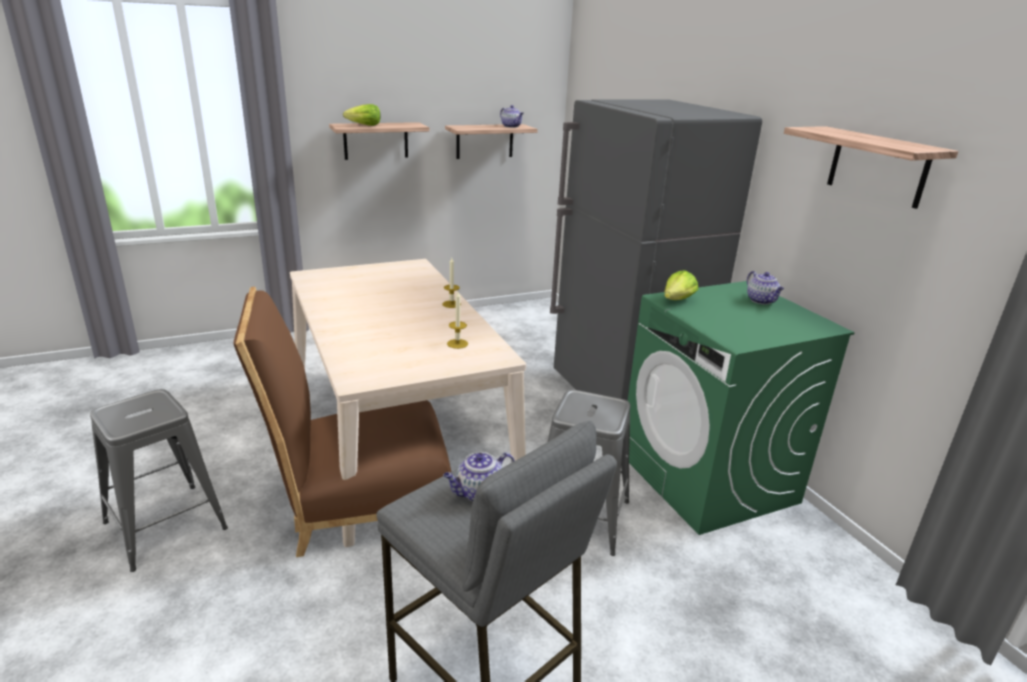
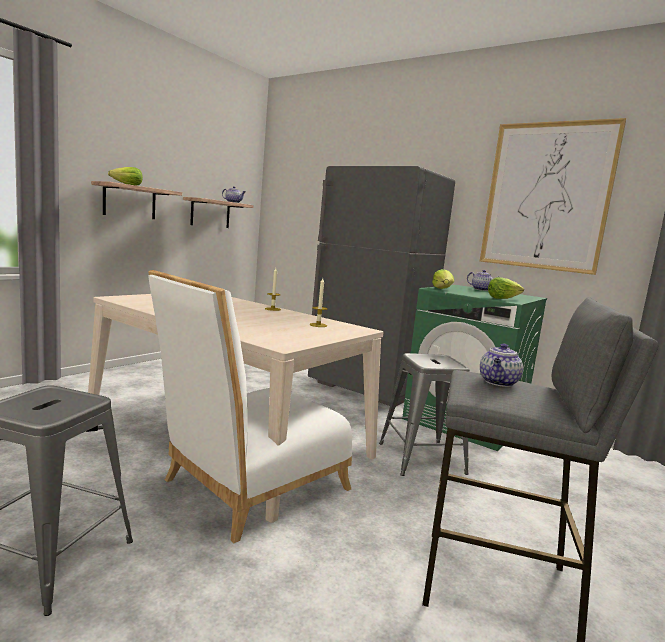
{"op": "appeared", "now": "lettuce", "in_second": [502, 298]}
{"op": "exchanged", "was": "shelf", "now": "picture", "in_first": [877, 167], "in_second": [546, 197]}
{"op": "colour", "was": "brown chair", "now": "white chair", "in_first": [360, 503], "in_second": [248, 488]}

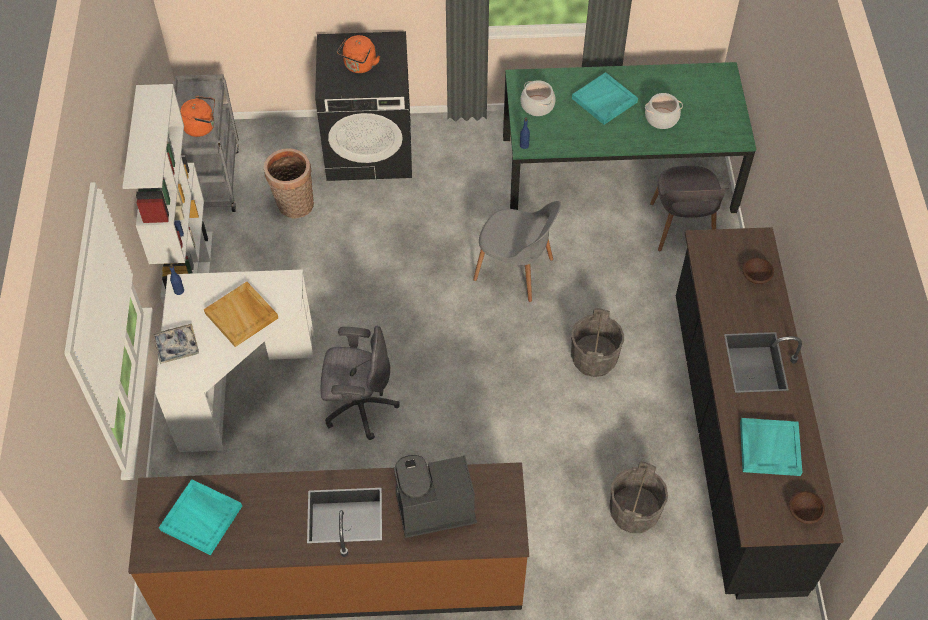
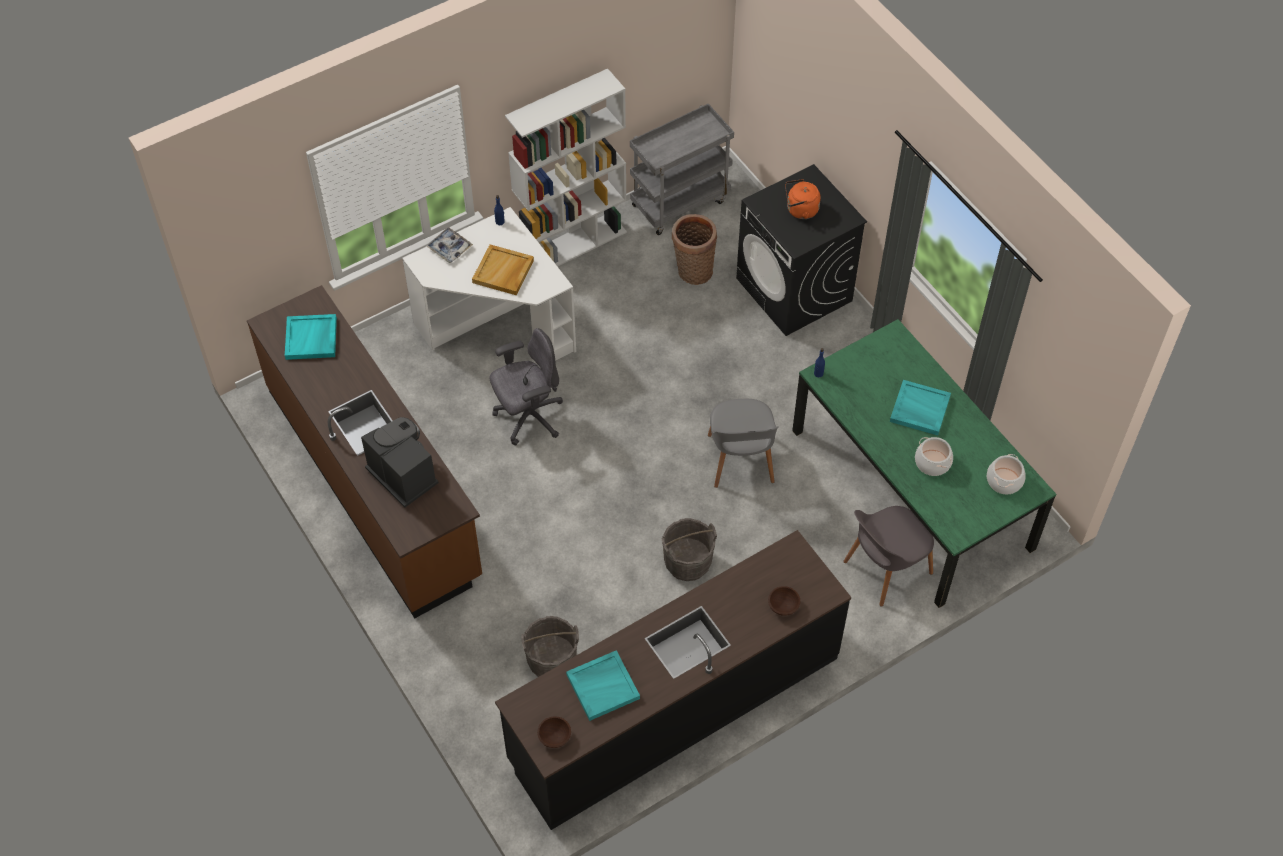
{"op": "missing", "was": "orange kettle", "in_first": [201, 127]}
{"op": "relocated", "was": "cooking pot", "in_first": [537, 106], "in_second": [1004, 481]}
{"op": "spun", "was": "grey office chair", "in_first": [359, 406], "in_second": [528, 417], "clockwise": -90}

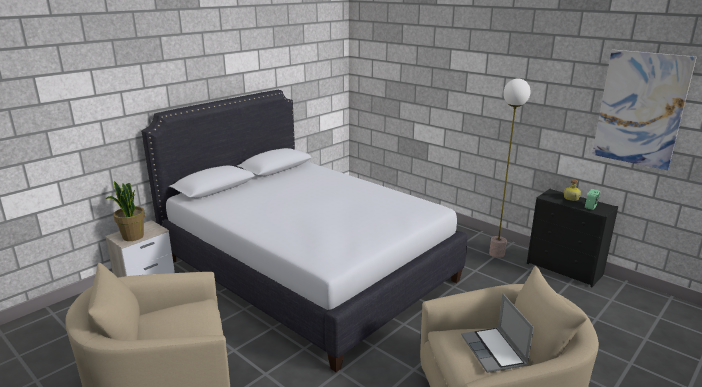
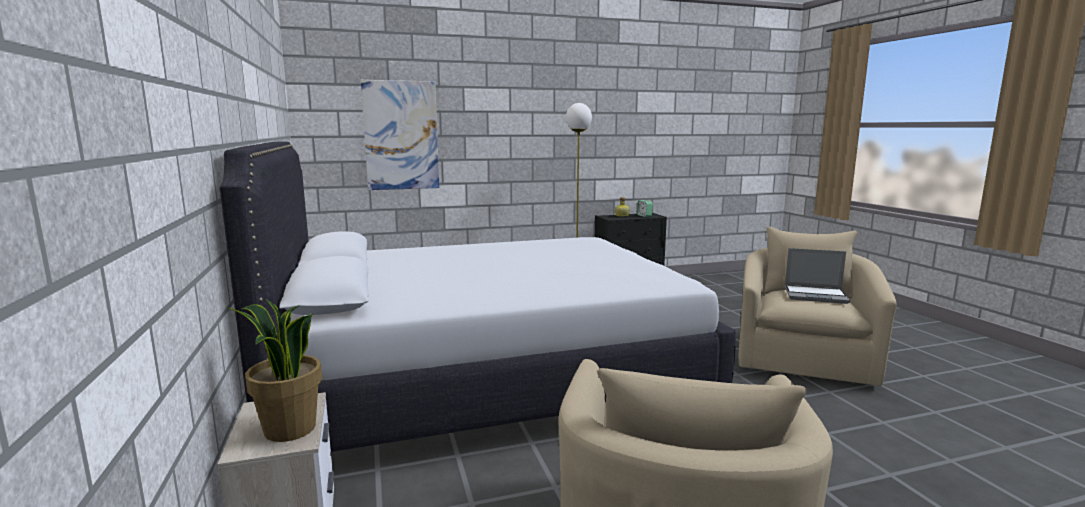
{"op": "relocated", "was": "picture", "in_first": [640, 109], "in_second": [401, 135]}

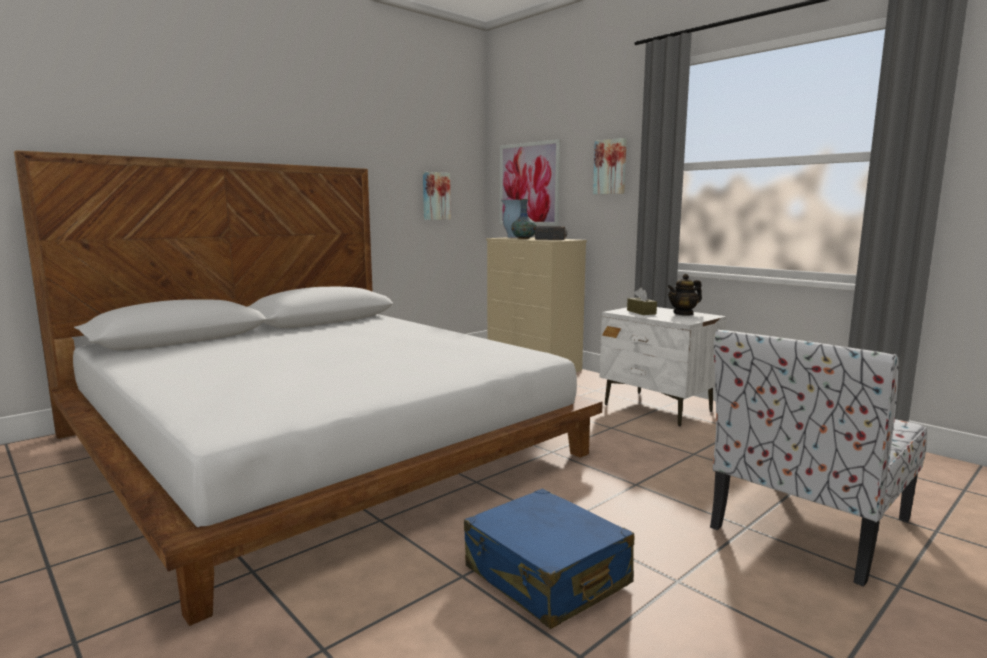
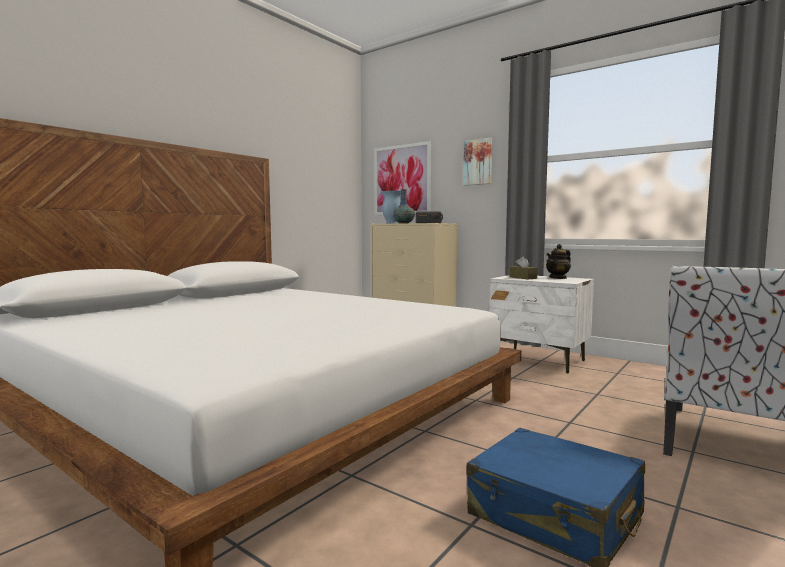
{"op": "missing", "was": "picture", "in_first": [435, 196]}

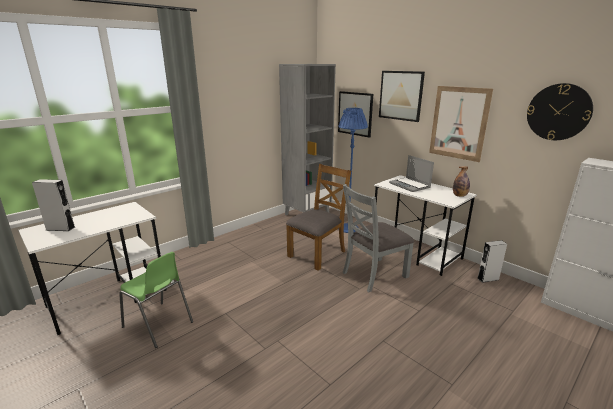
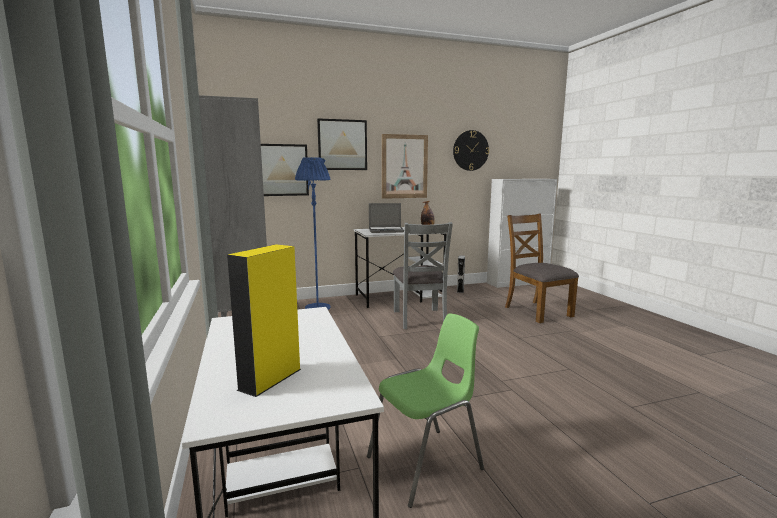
{"op": "relocated", "was": "brown chair", "in_first": [317, 254], "in_second": [537, 311]}
{"op": "colour", "was": "grey speaker", "now": "yellow speaker", "in_first": [60, 228], "in_second": [270, 379]}

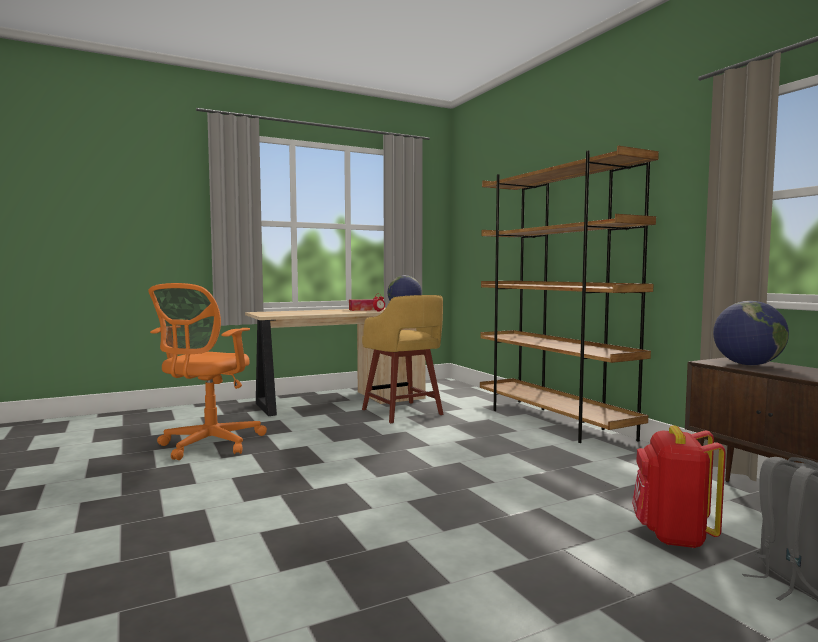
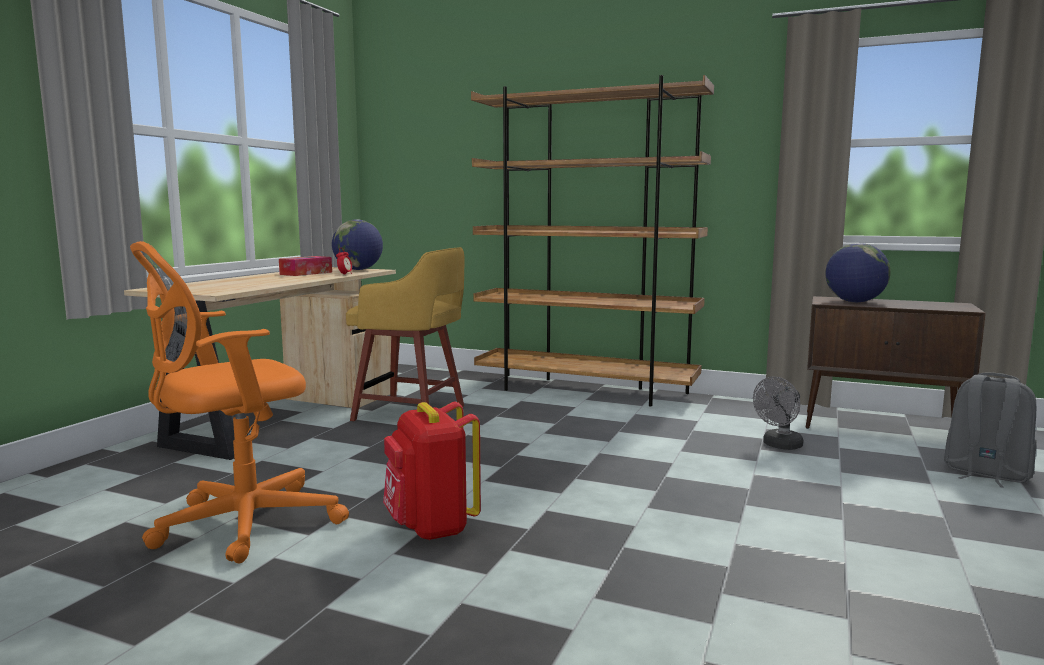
{"op": "appeared", "now": "grey fan", "in_second": [779, 446]}
{"op": "relocated", "was": "red backpack", "in_first": [673, 536], "in_second": [431, 528]}
{"op": "spun", "was": "orange office chair", "in_first": [208, 445], "in_second": [239, 525], "clockwise": 75}

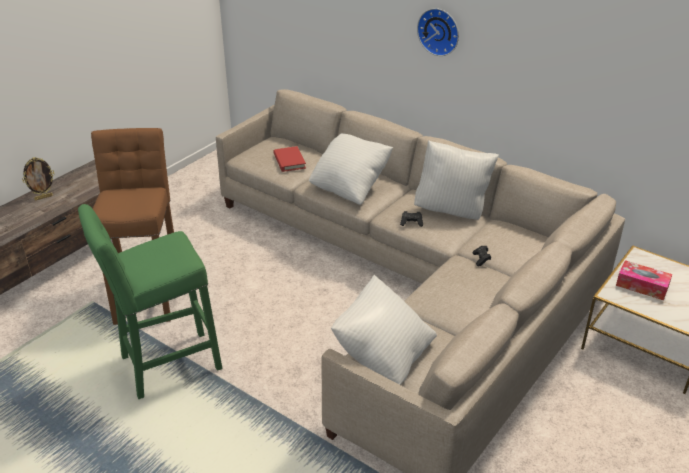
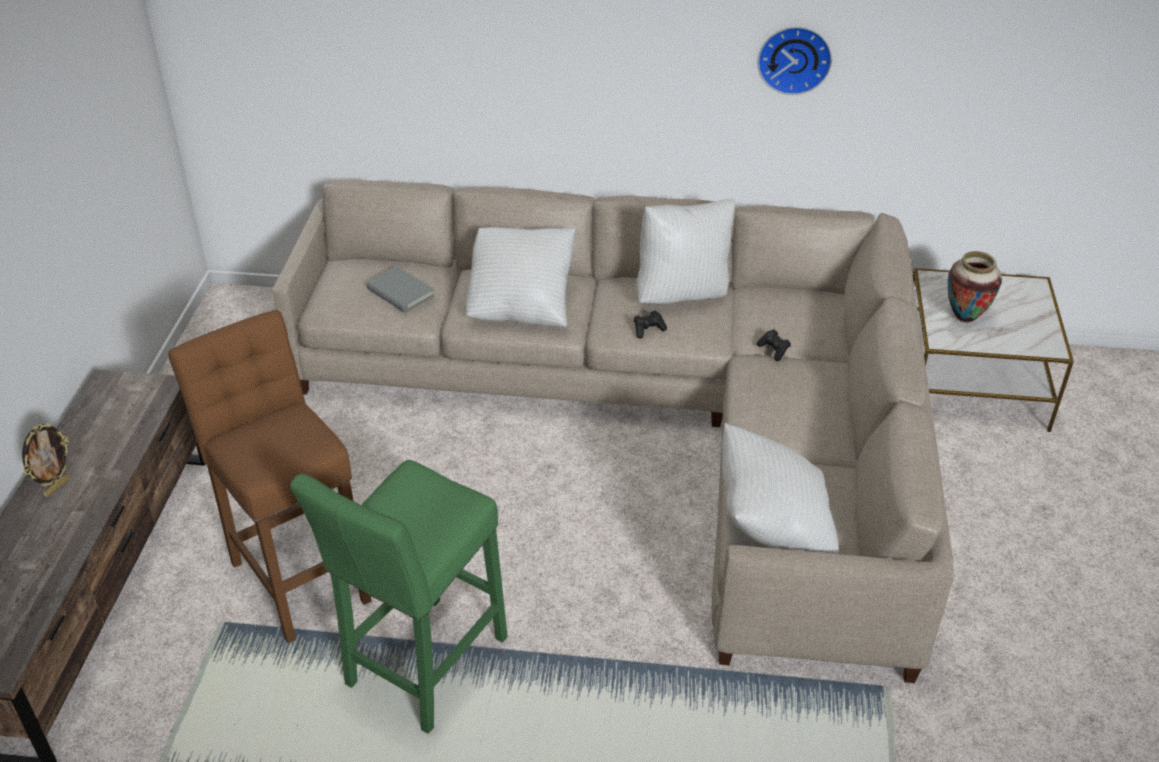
{"op": "relocated", "was": "wall clock", "in_first": [439, 31], "in_second": [794, 58]}
{"op": "exchanged", "was": "tissue box", "now": "vase", "in_first": [642, 286], "in_second": [964, 317]}
{"op": "colour", "was": "red book", "now": "grey book", "in_first": [289, 161], "in_second": [400, 293]}

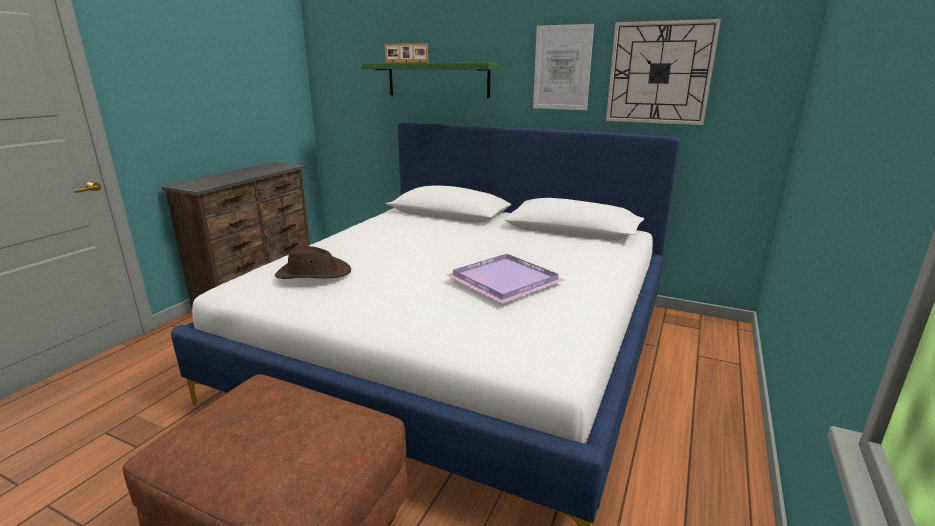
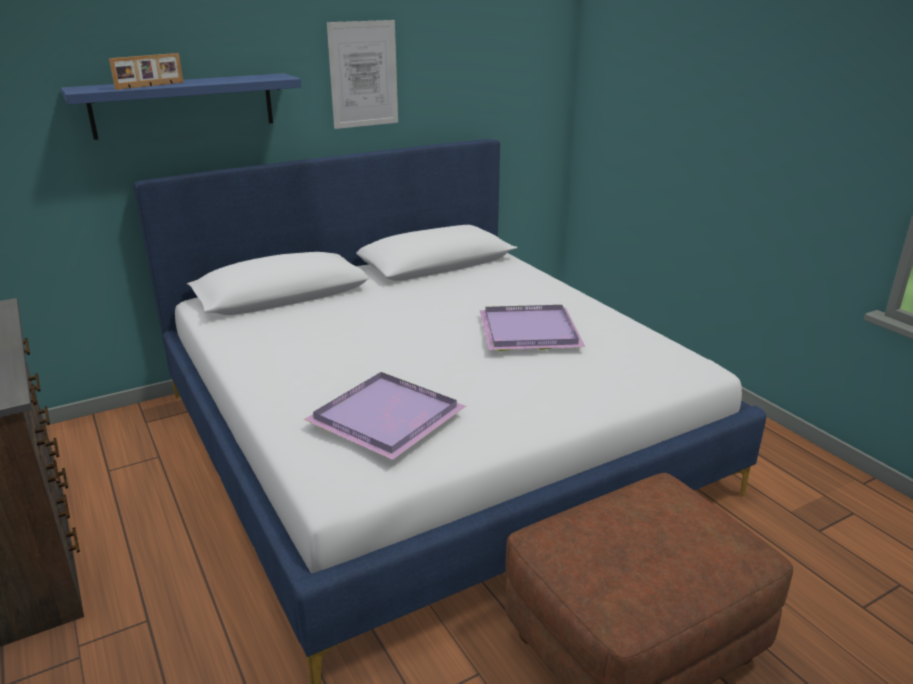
{"op": "missing", "was": "wall clock", "in_first": [659, 73]}
{"op": "exchanged", "was": "brown hat", "now": "purple tray", "in_first": [313, 273], "in_second": [383, 417]}
{"op": "colour", "was": "green shelf", "now": "blue shelf", "in_first": [437, 80], "in_second": [183, 105]}

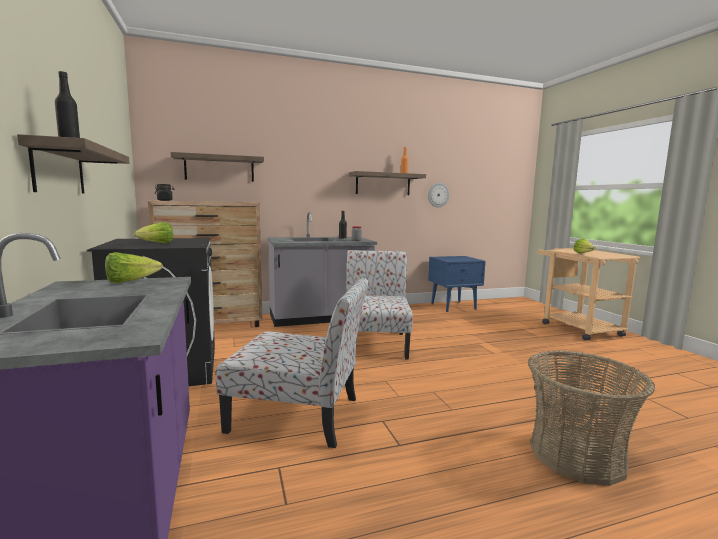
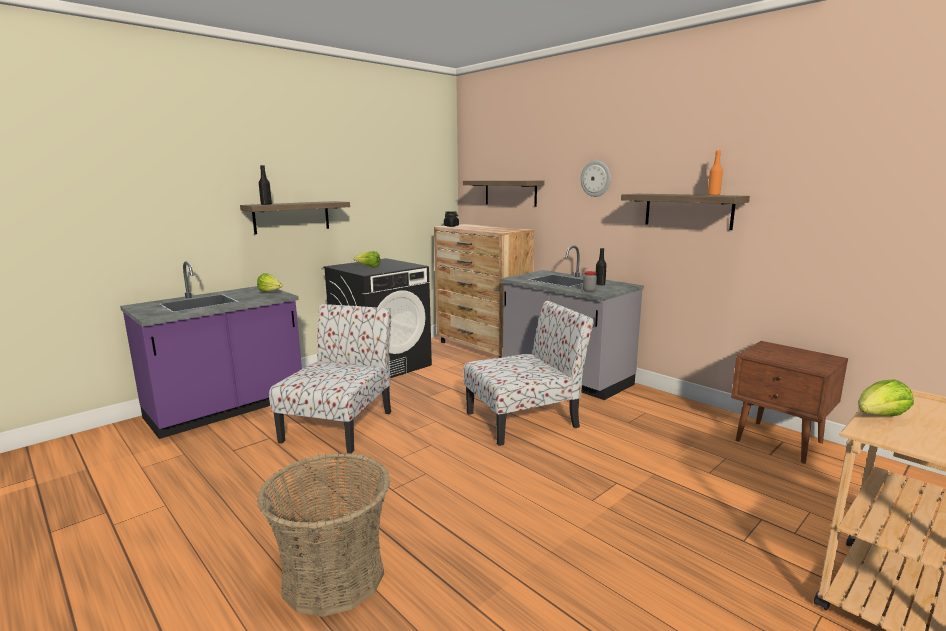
{"op": "relocated", "was": "wall clock", "in_first": [438, 195], "in_second": [596, 178]}
{"op": "colour", "was": "blue nightstand", "now": "brown nightstand", "in_first": [454, 306], "in_second": [780, 442]}
{"op": "spun", "was": "chair", "in_first": [298, 415], "in_second": [340, 425], "clockwise": -150}

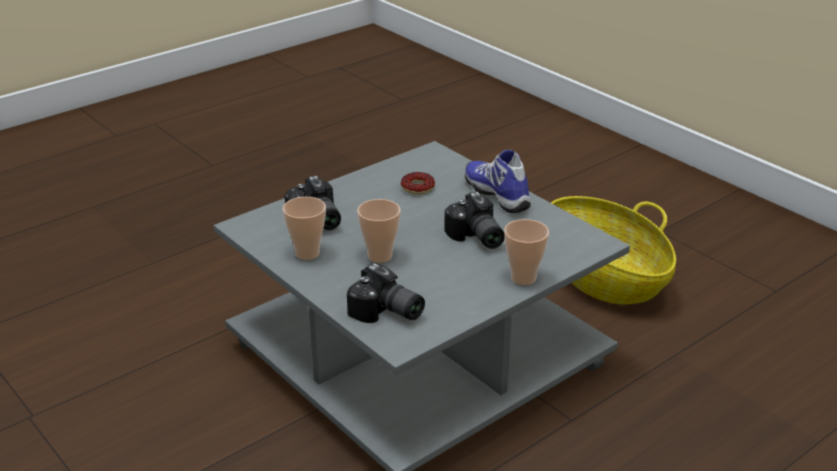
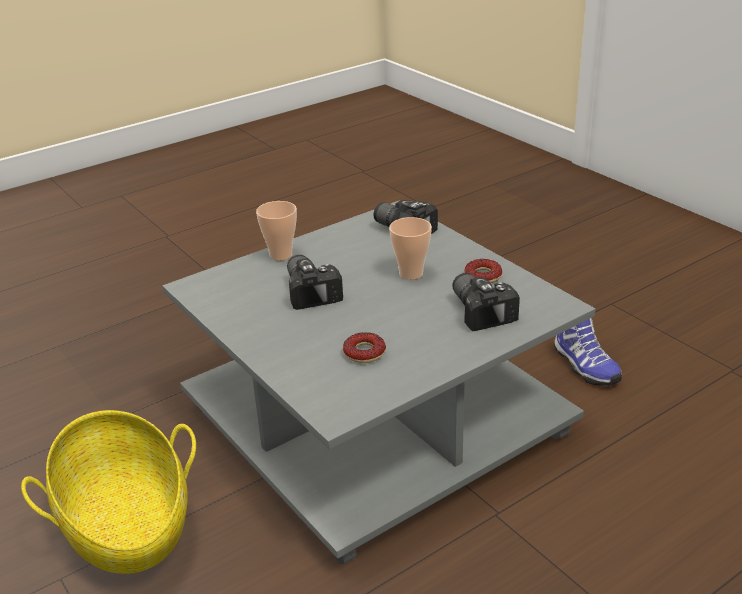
{"op": "relocated", "was": "shoe", "in_first": [498, 194], "in_second": [584, 366]}
{"op": "exchanged", "was": "cup", "now": "donut", "in_first": [307, 253], "in_second": [483, 276]}

